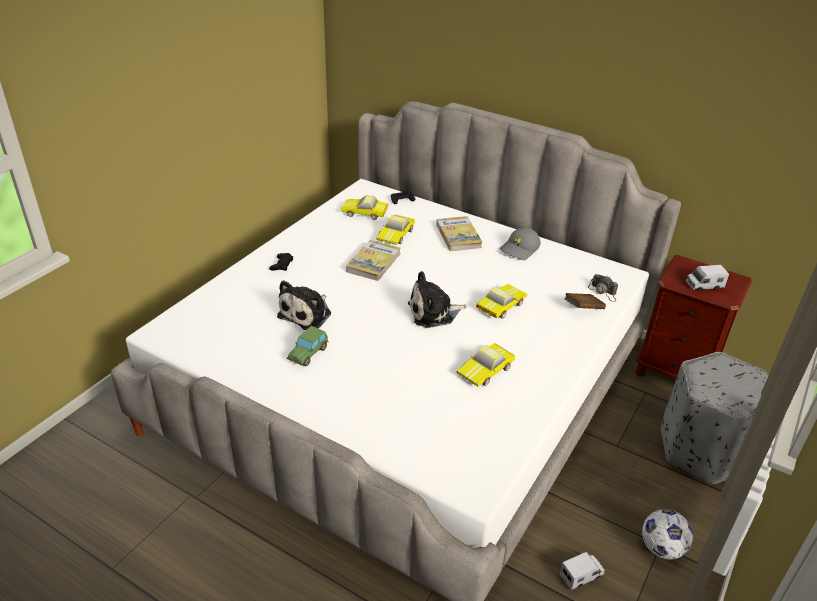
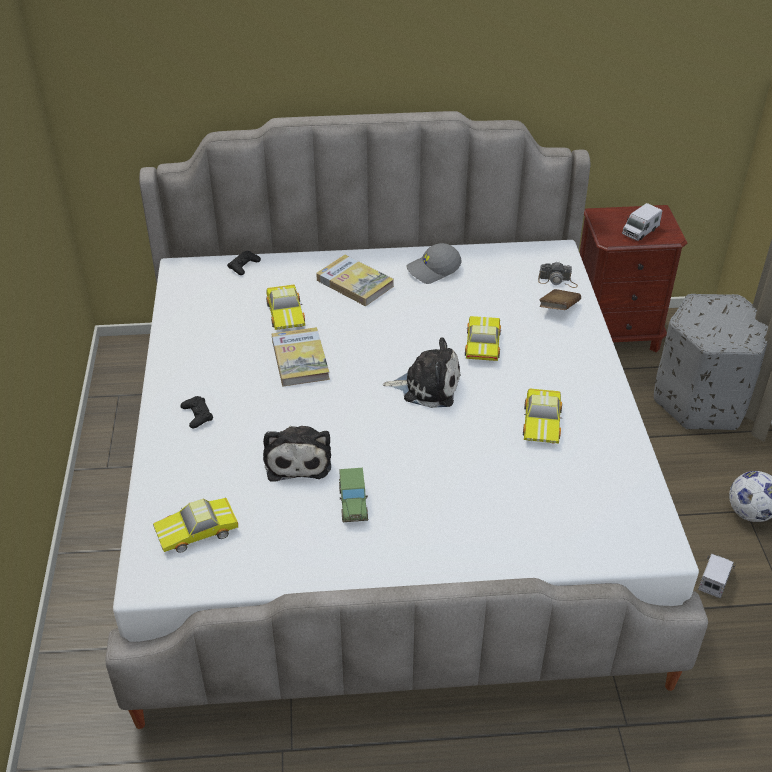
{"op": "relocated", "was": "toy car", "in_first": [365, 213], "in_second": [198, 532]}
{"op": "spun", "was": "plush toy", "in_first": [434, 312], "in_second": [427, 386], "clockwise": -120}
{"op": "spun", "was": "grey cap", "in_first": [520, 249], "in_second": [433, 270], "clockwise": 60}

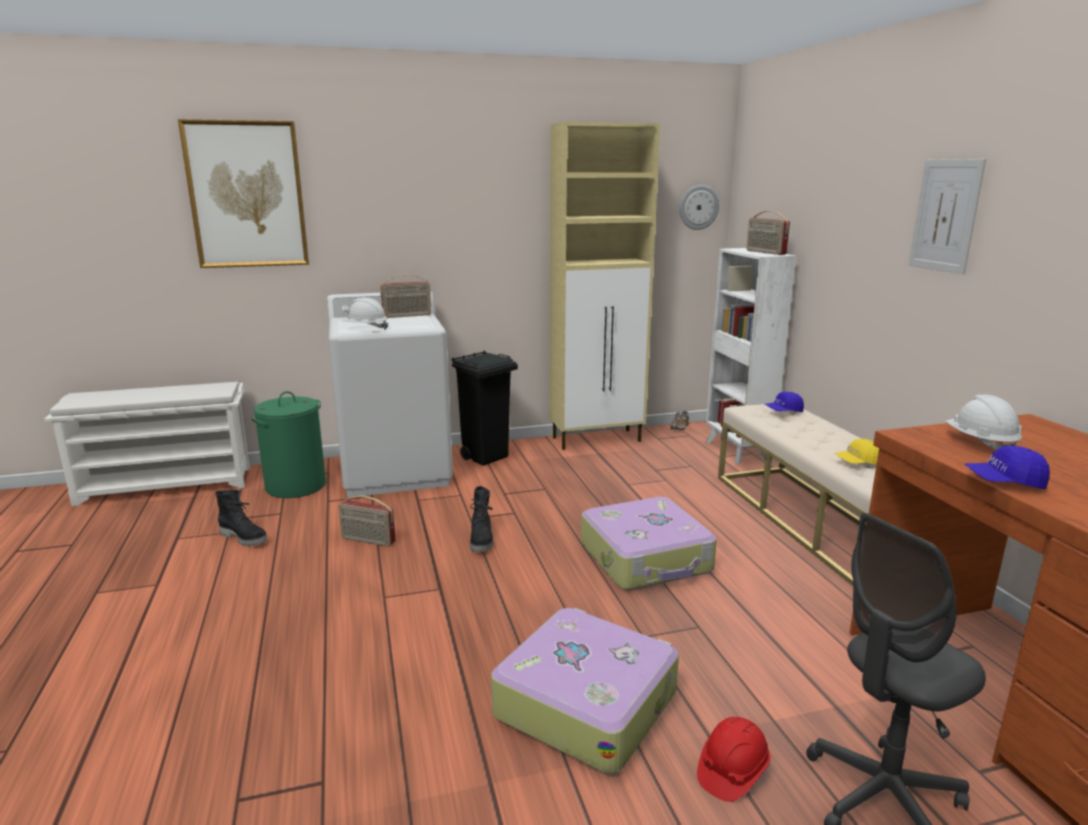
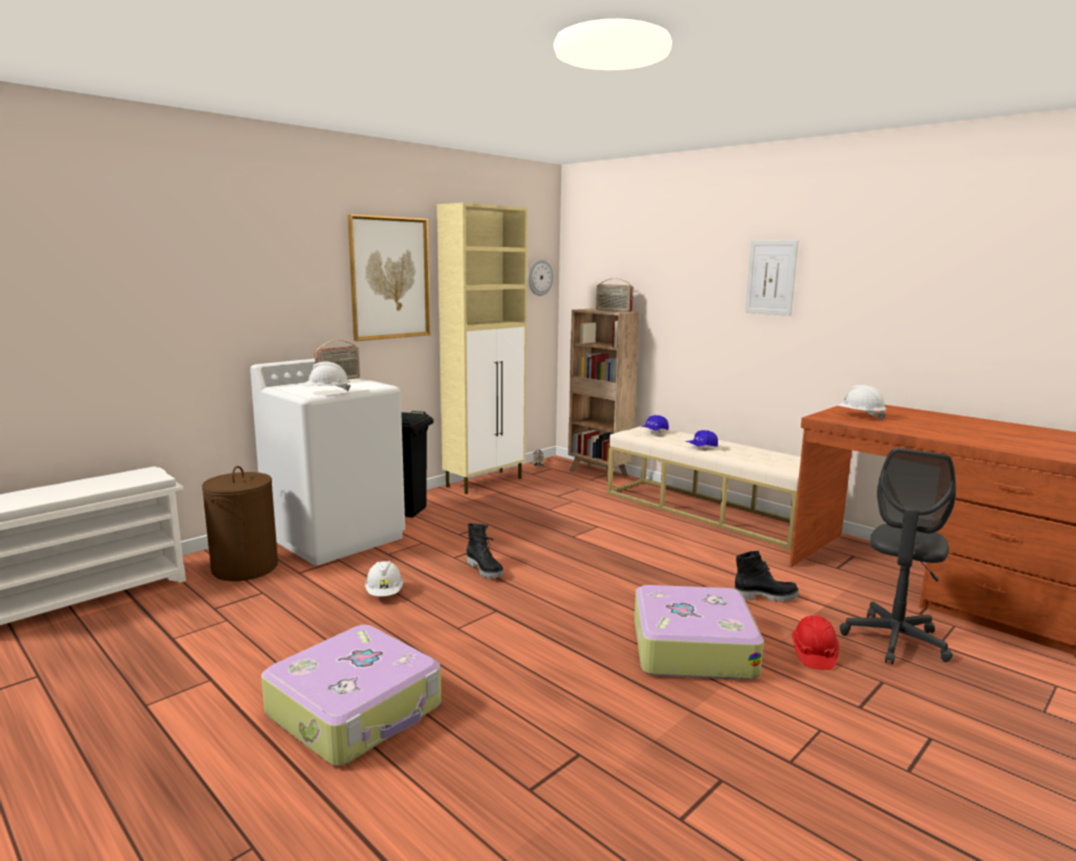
{"op": "missing", "was": "yellow cap", "in_first": [858, 463]}
{"op": "relocated", "was": "picture", "in_first": [247, 195], "in_second": [389, 278]}
{"op": "relocated", "was": "black boot", "in_first": [245, 538], "in_second": [765, 596]}
{"op": "relocated", "was": "suitcase", "in_first": [646, 558], "in_second": [356, 710]}
{"op": "relocated", "was": "blue cap", "in_first": [1004, 482], "in_second": [701, 447]}
{"op": "exchanged", "was": "radio", "now": "white hard hat", "in_first": [367, 540], "in_second": [384, 593]}
{"op": "colour", "was": "green laundry basket", "now": "brown laundry basket", "in_first": [295, 486], "in_second": [245, 568]}
{"op": "colour", "was": "white bookcase", "now": "brown bookcase", "in_first": [737, 451], "in_second": [599, 473]}

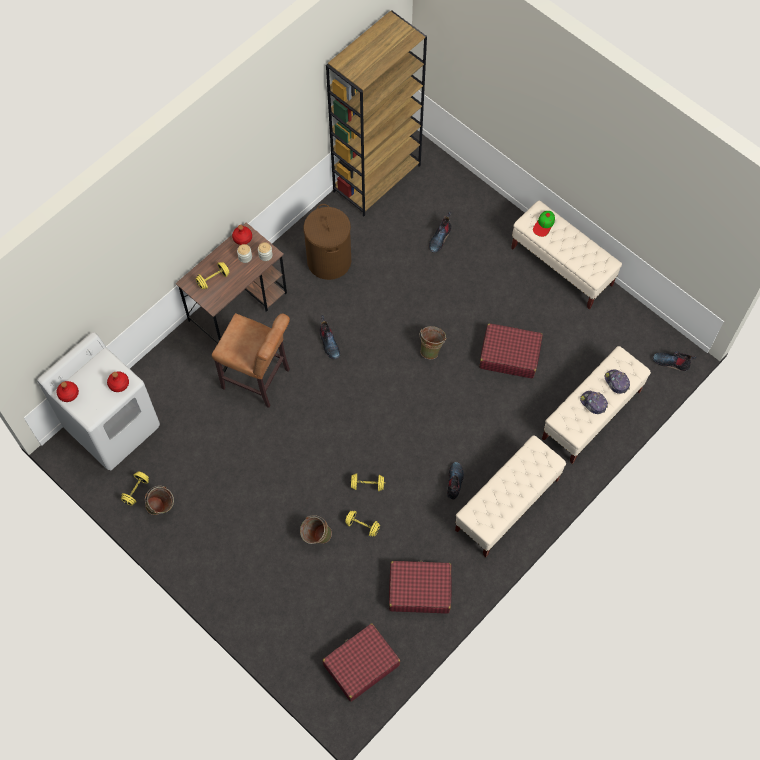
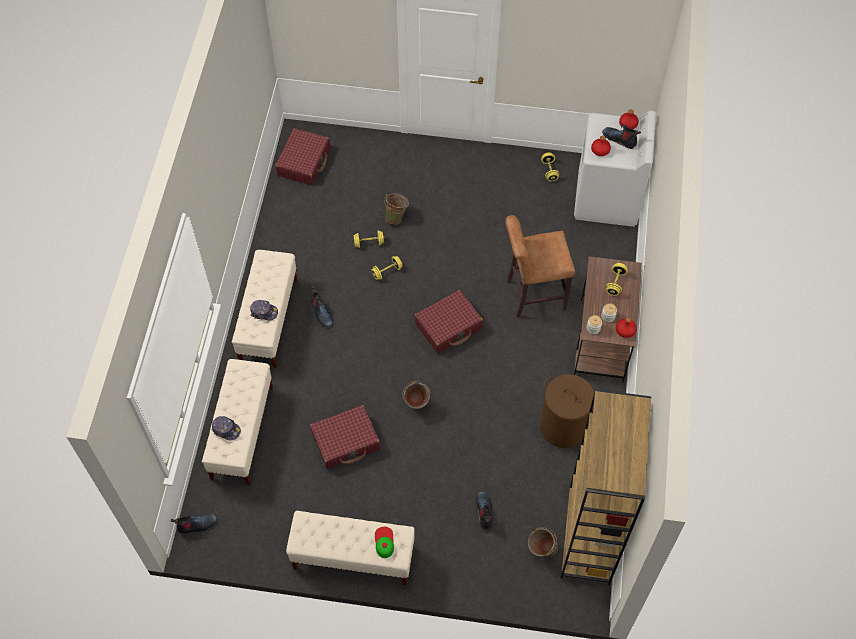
{"op": "relocated", "was": "green bucket", "in_first": [162, 509], "in_second": [541, 550]}
{"op": "relocated", "was": "boot", "in_first": [329, 343], "in_second": [620, 139]}
{"op": "relocated", "was": "red suitcase", "in_first": [419, 590], "in_second": [448, 326]}
{"op": "relocated", "was": "cap", "in_first": [593, 403], "in_second": [264, 312]}

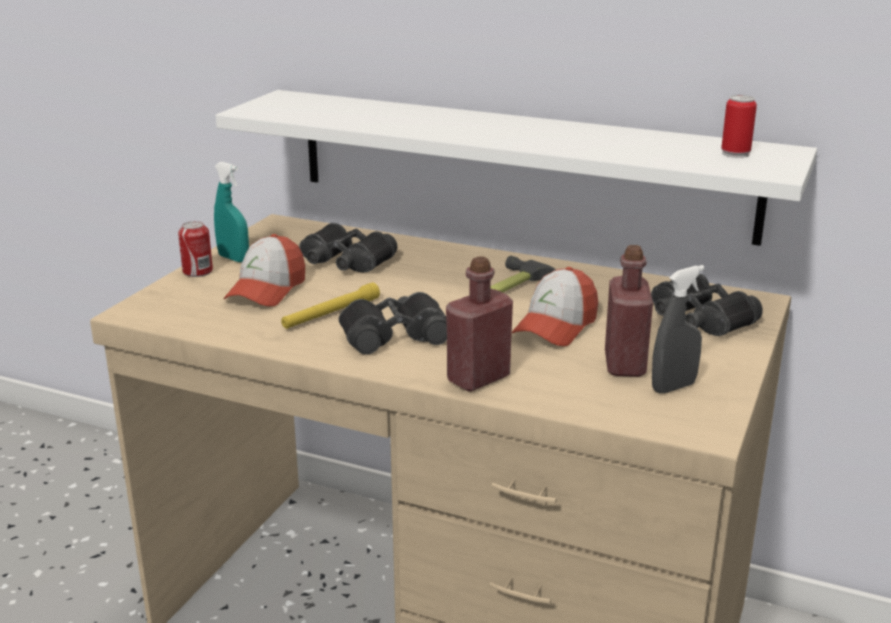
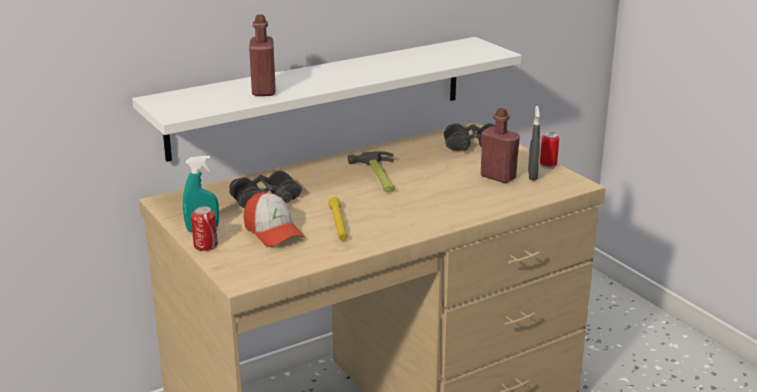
{"op": "missing", "was": "black binoculars", "in_first": [394, 334]}
{"op": "missing", "was": "cap", "in_first": [555, 326]}
{"op": "relocated", "was": "red bottle", "in_first": [478, 378], "in_second": [263, 91]}
{"op": "relocated", "was": "can", "in_first": [735, 153], "in_second": [548, 165]}

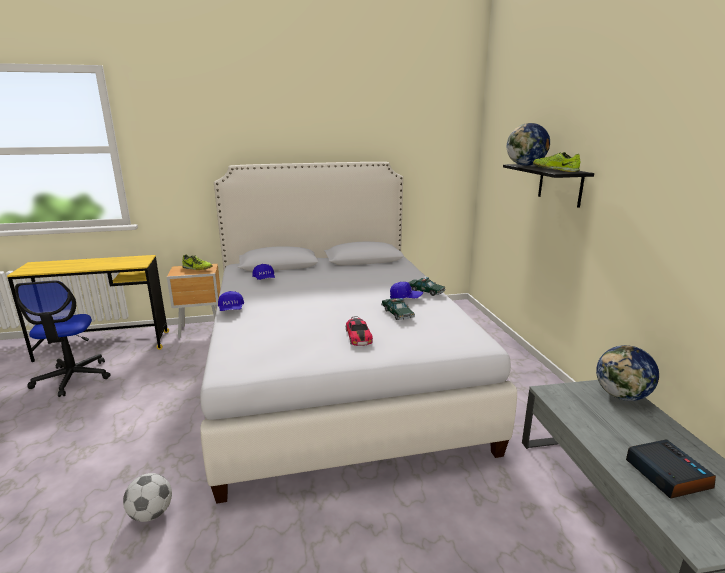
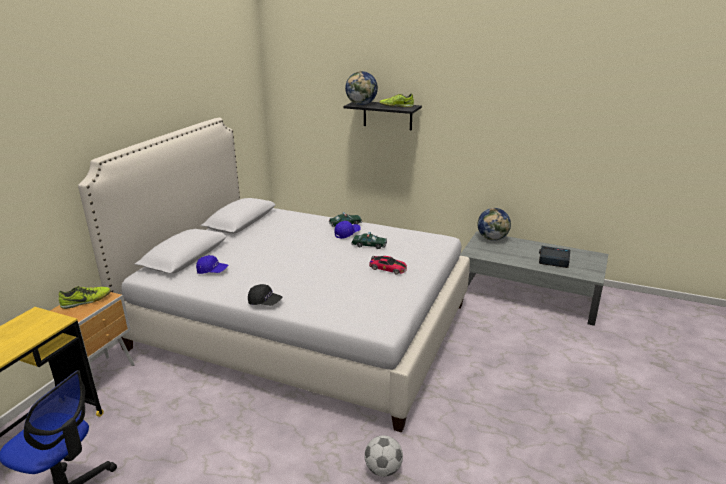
{"op": "colour", "was": "blue cap", "now": "black cap", "in_first": [231, 309], "in_second": [265, 302]}

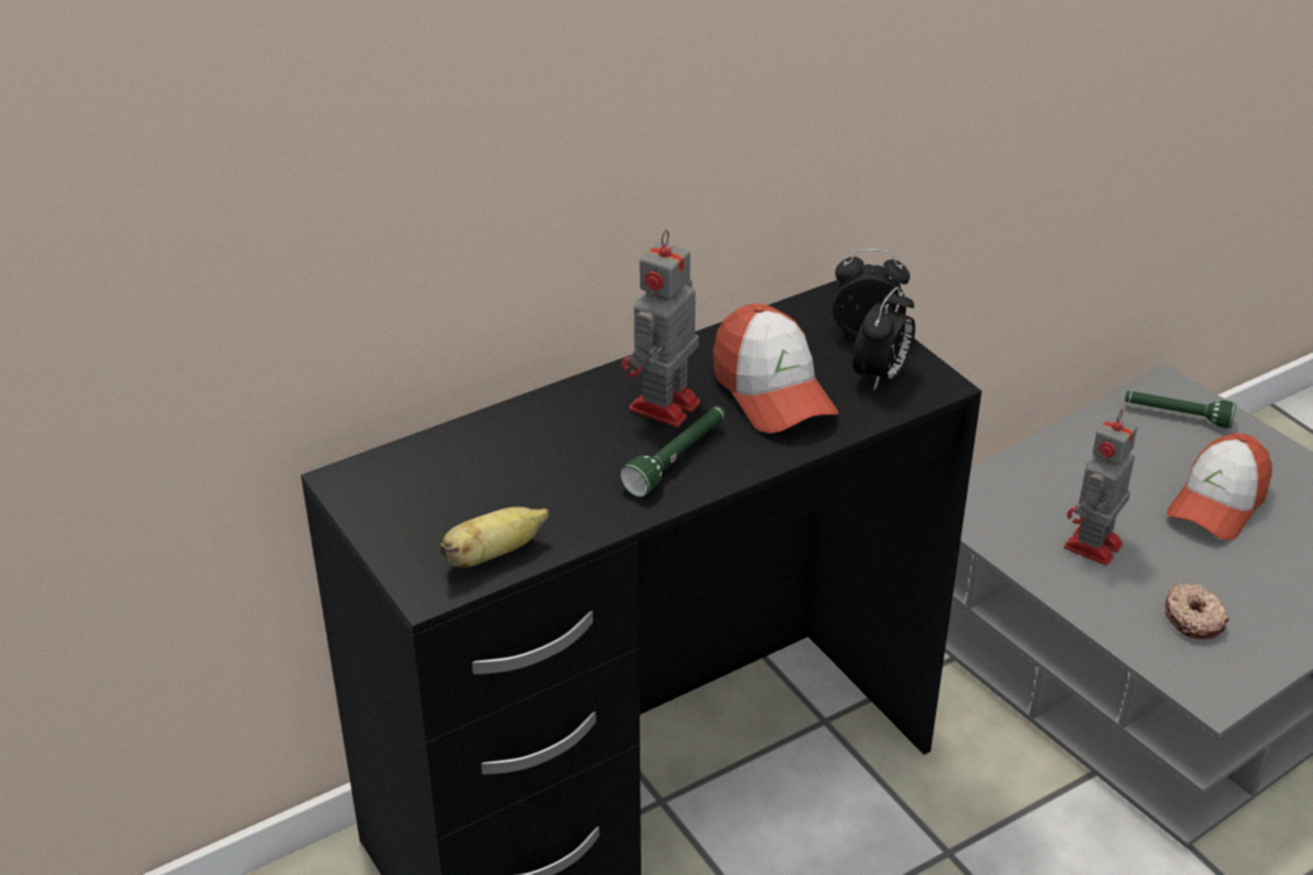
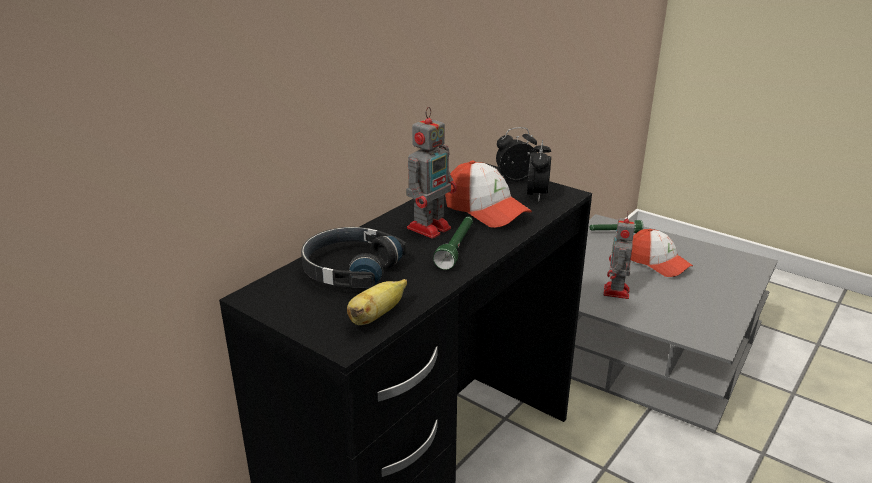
{"op": "missing", "was": "donut", "in_first": [1194, 618]}
{"op": "appeared", "now": "black headphones", "in_second": [350, 269]}
{"op": "spun", "was": "toy robot", "in_first": [662, 408], "in_second": [430, 227], "clockwise": -150}
{"op": "spun", "was": "cap", "in_first": [1217, 503], "in_second": [658, 263], "clockwise": -60}

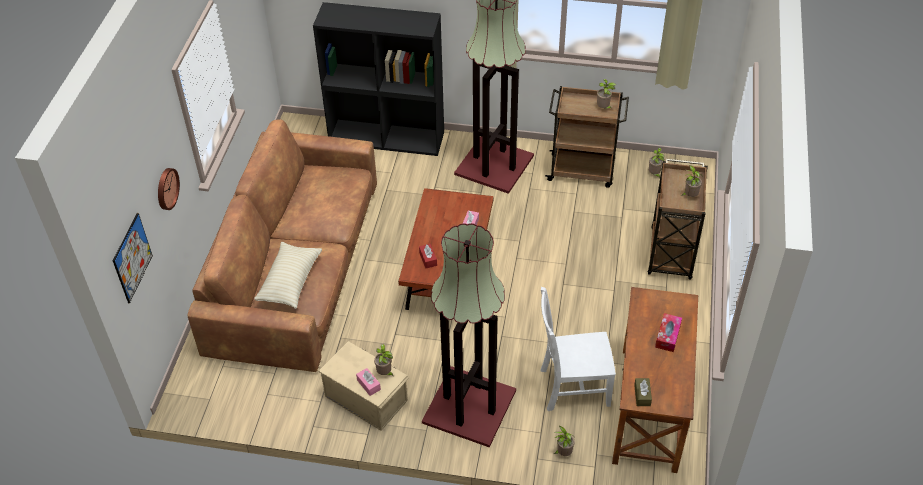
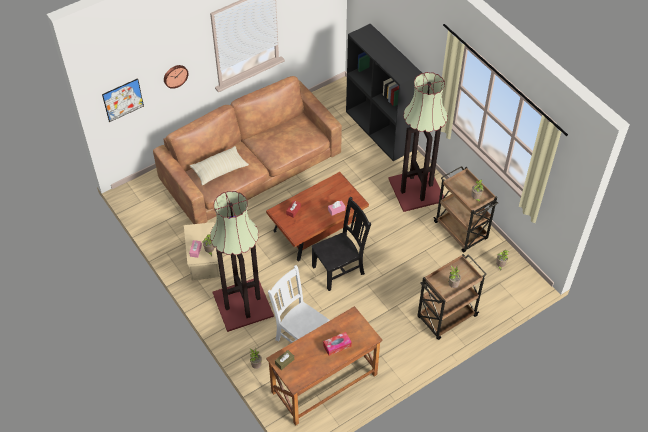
{"op": "appeared", "now": "black chair", "in_second": [340, 269]}

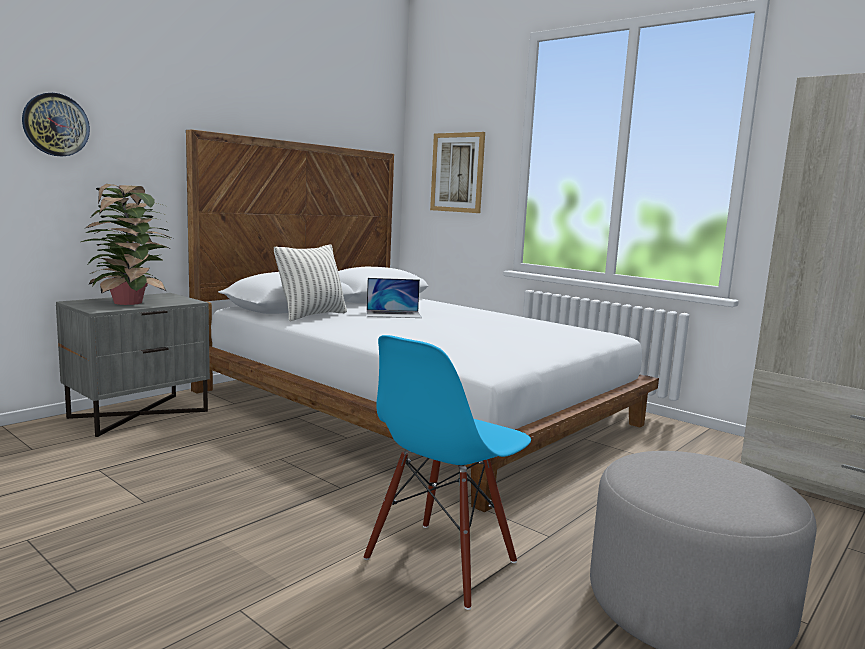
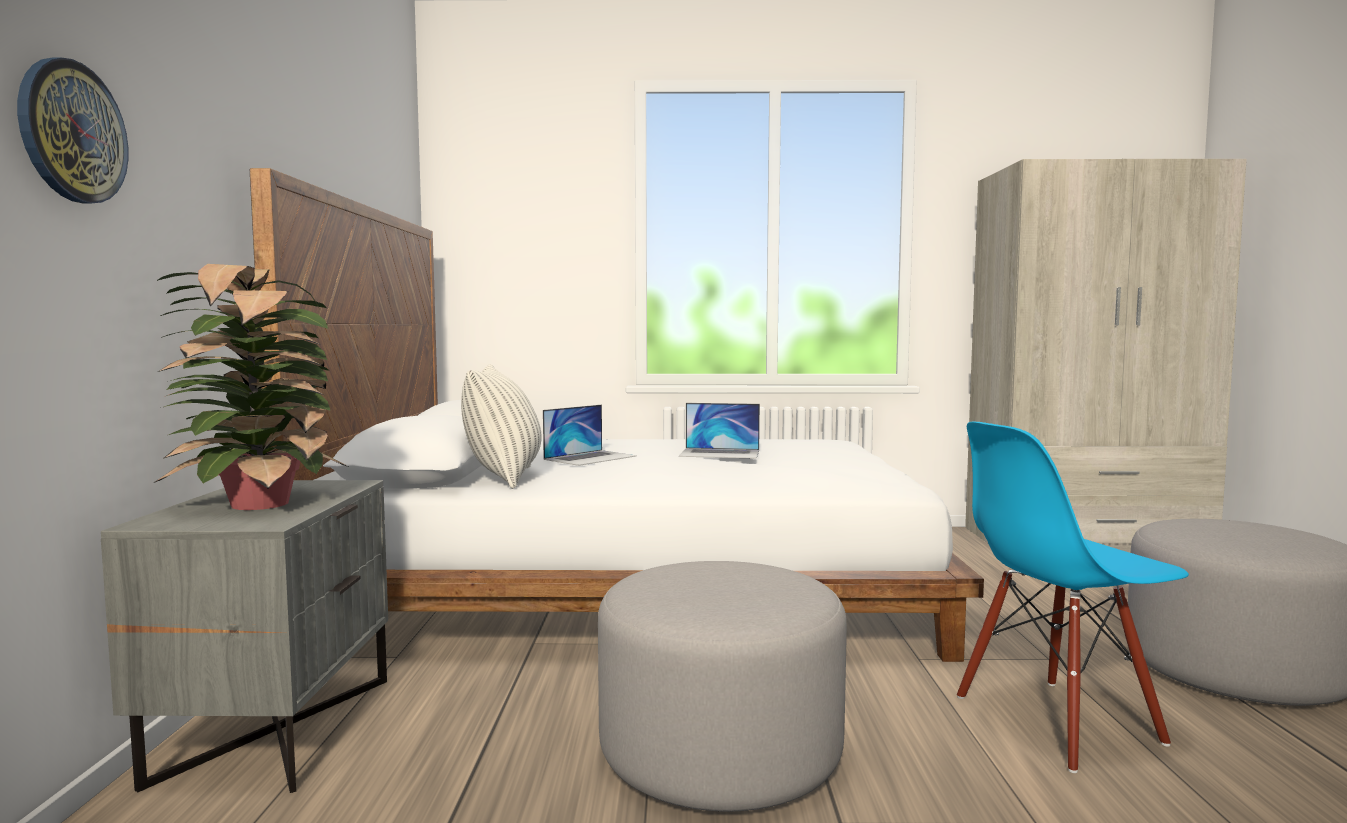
{"op": "missing", "was": "picture", "in_first": [457, 172]}
{"op": "appeared", "now": "grey ottoman", "in_second": [719, 752]}
{"op": "appeared", "now": "laptop", "in_second": [720, 453]}
{"op": "spun", "was": "blue chair", "in_first": [441, 562], "in_second": [1057, 722], "clockwise": 75}

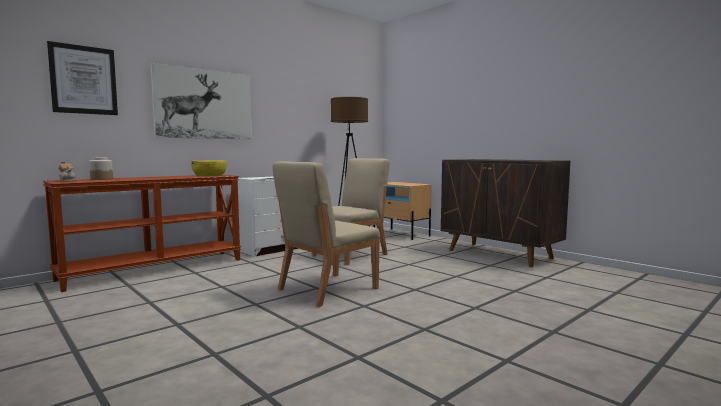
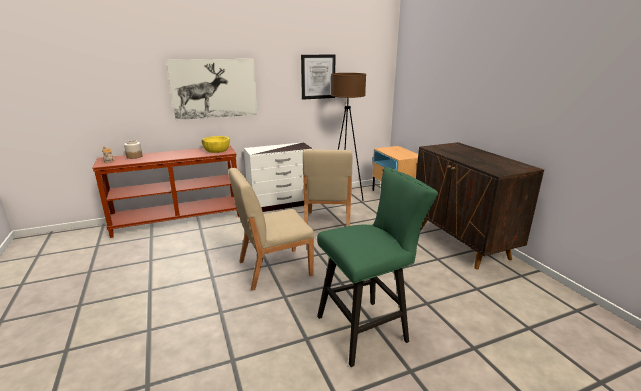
{"op": "appeared", "now": "green stool", "in_second": [367, 328]}
{"op": "relocated", "was": "picture", "in_first": [83, 80], "in_second": [318, 77]}
{"op": "spun", "was": "beige chair", "in_first": [351, 255], "in_second": [327, 223], "clockwise": 120}

